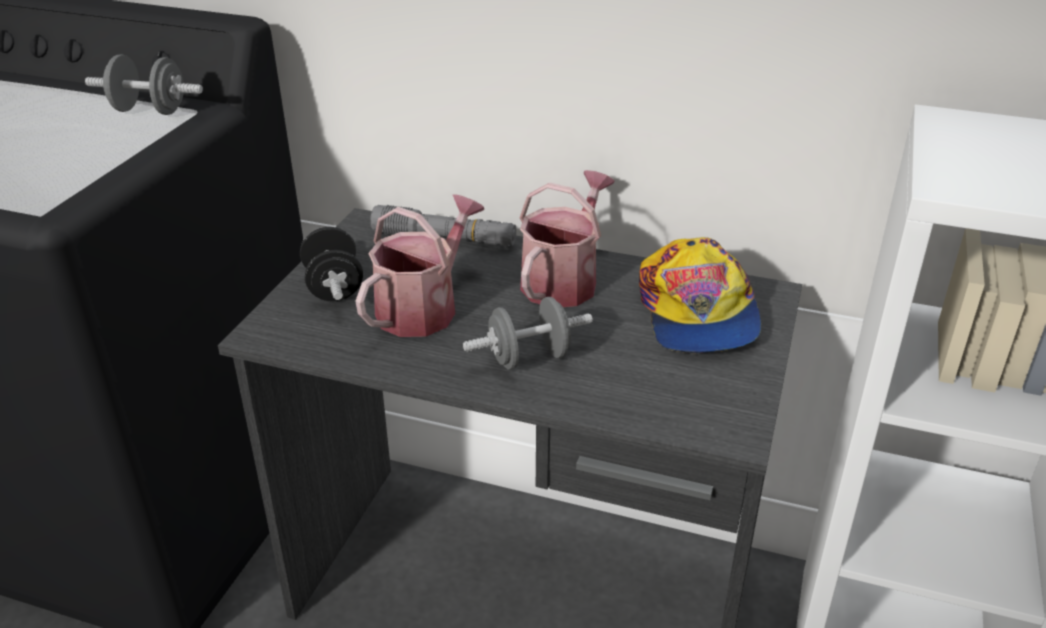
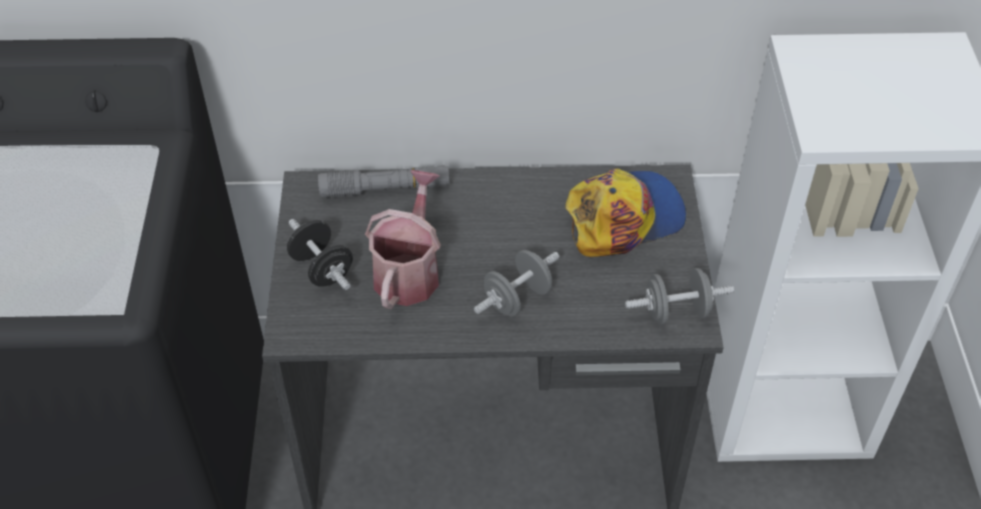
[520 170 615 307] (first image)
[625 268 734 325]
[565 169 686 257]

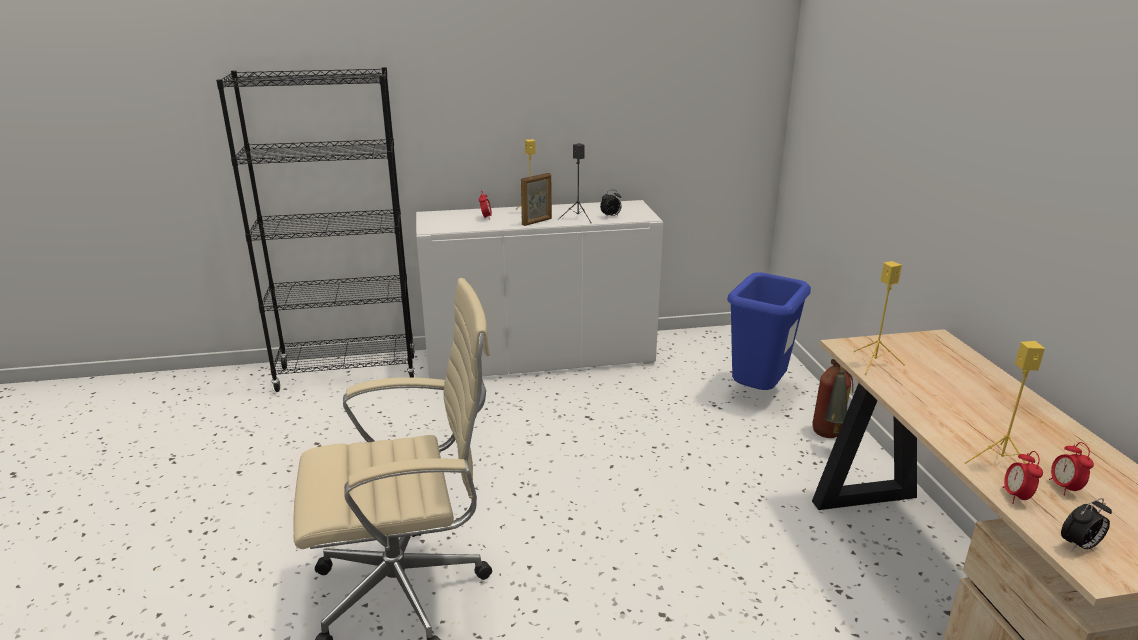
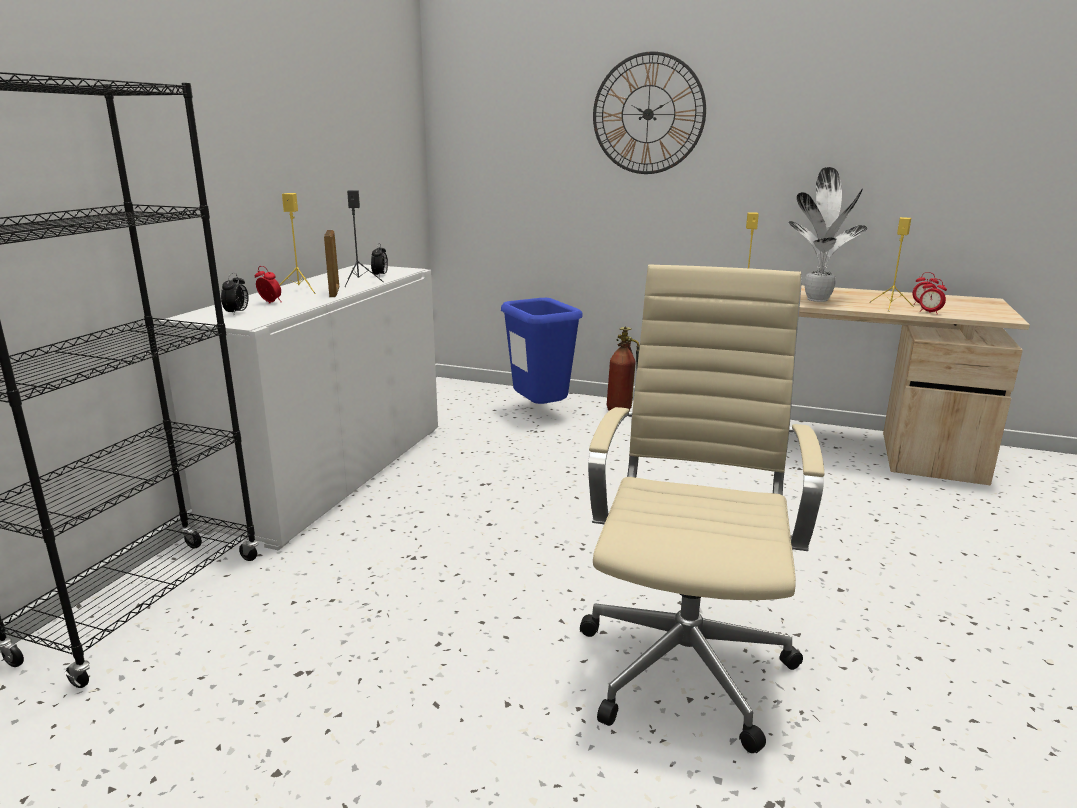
[593 51 706 174]
[788 167 868 302]
[221 273 248 314]

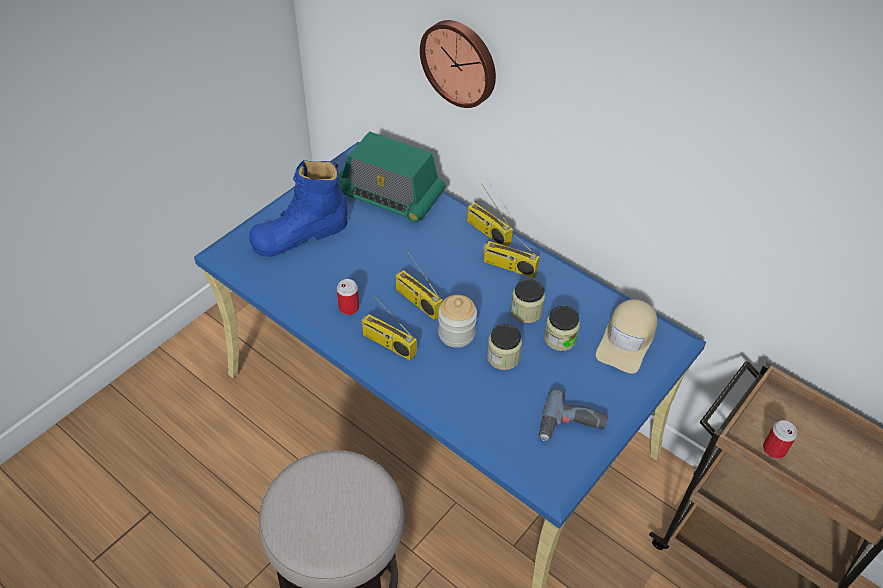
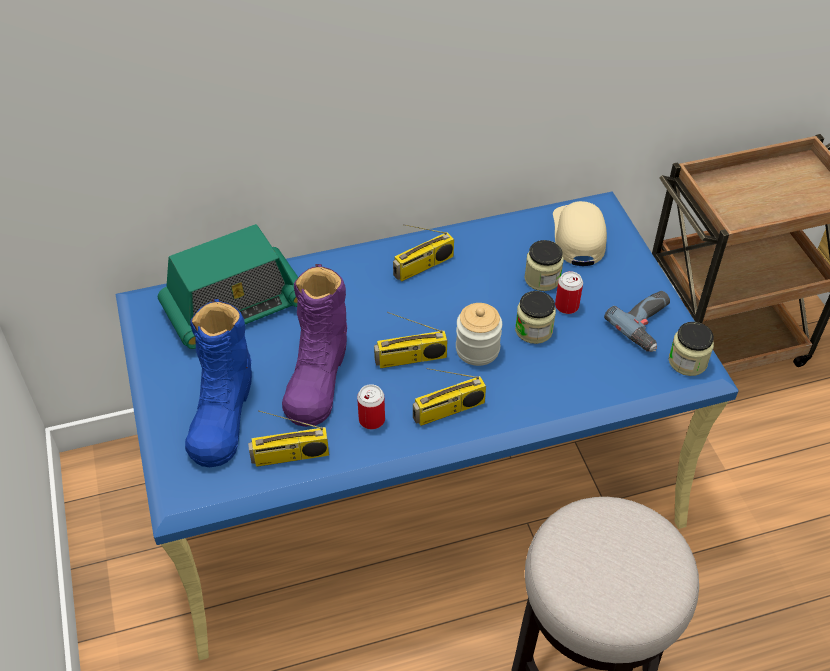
[420 20 496 108] (first image)
[282 264 347 427]
[248 410 329 467]
[668 322 714 376]
[555 271 583 314]
[553 201 607 266]

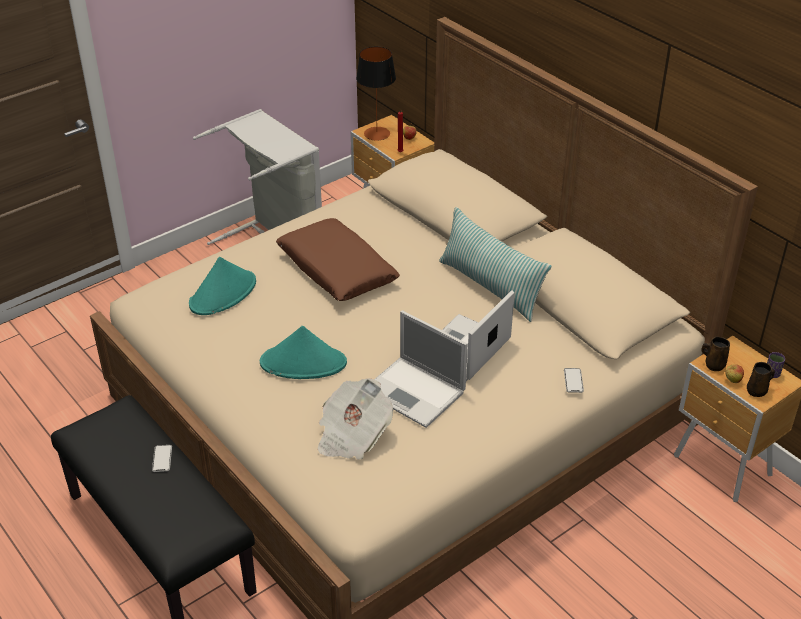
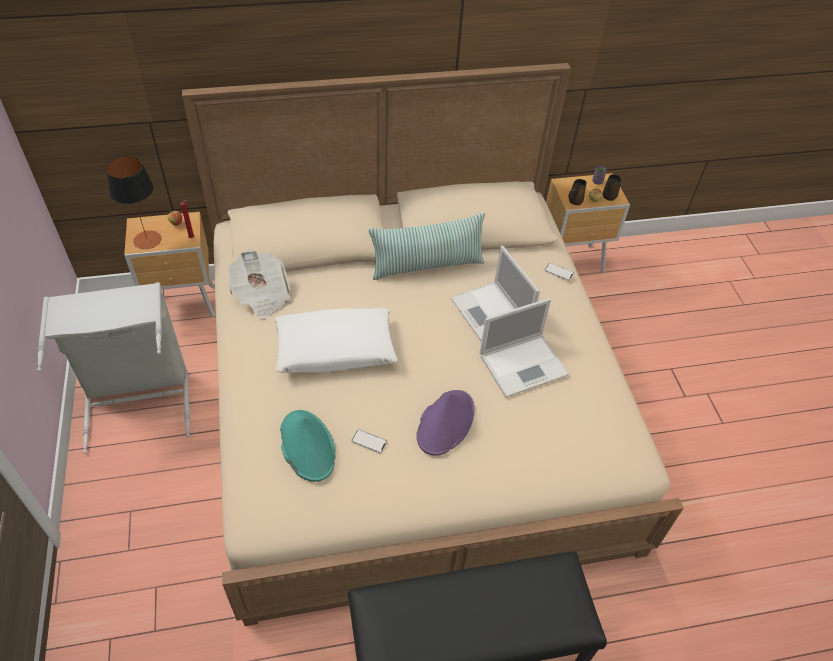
[351 429 387 453]
[228 249 291 319]
[416 390 475 456]
[275 308 398 373]

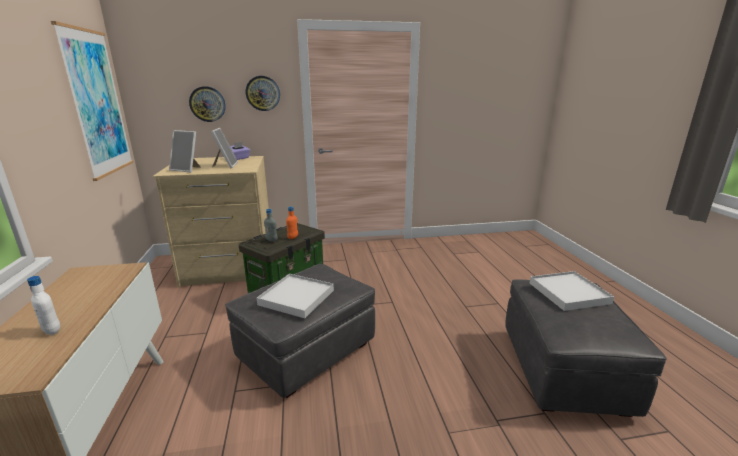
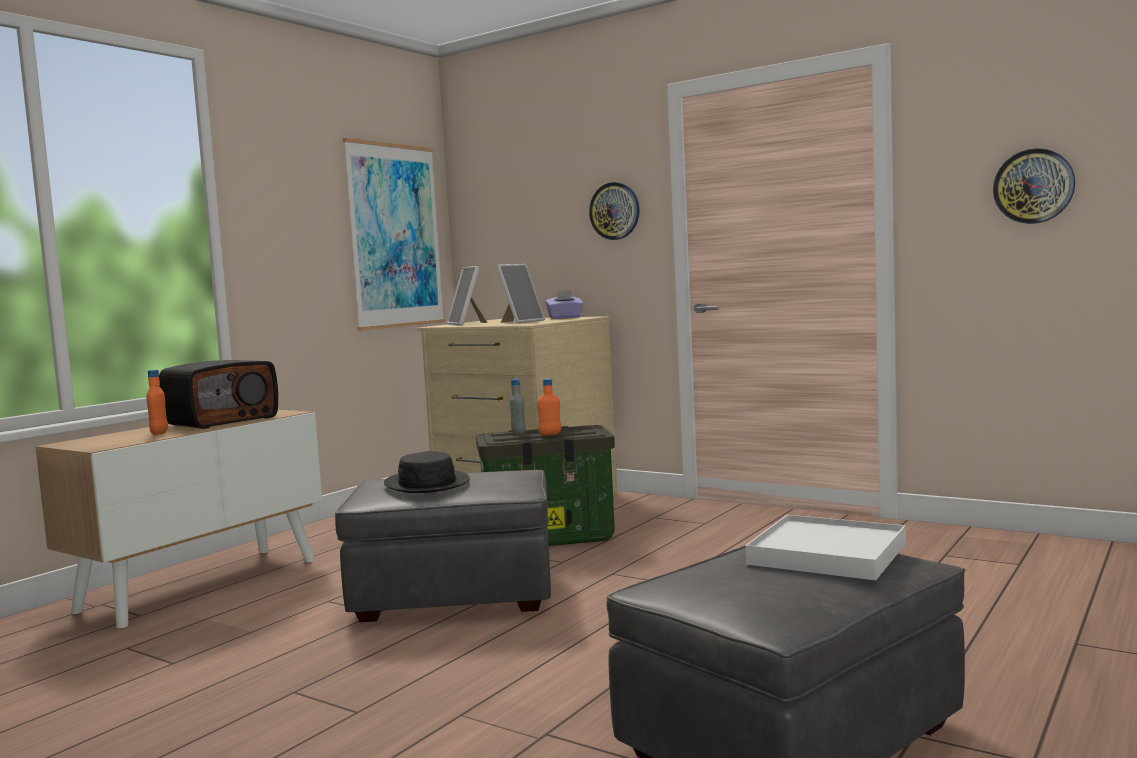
[159 360 278 429]
[993 148 1075 224]
[384 451 470 493]
[146 370 168 435]

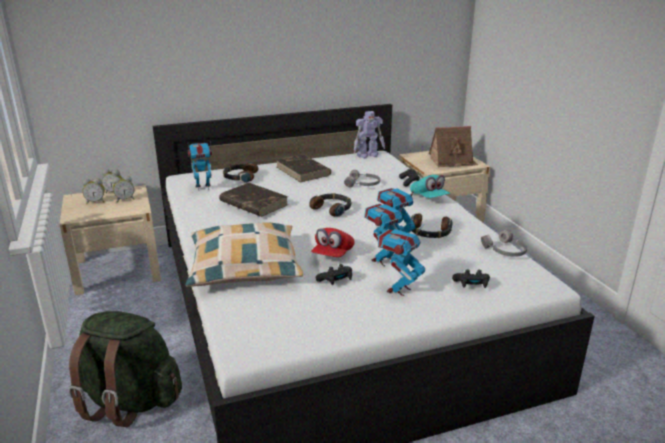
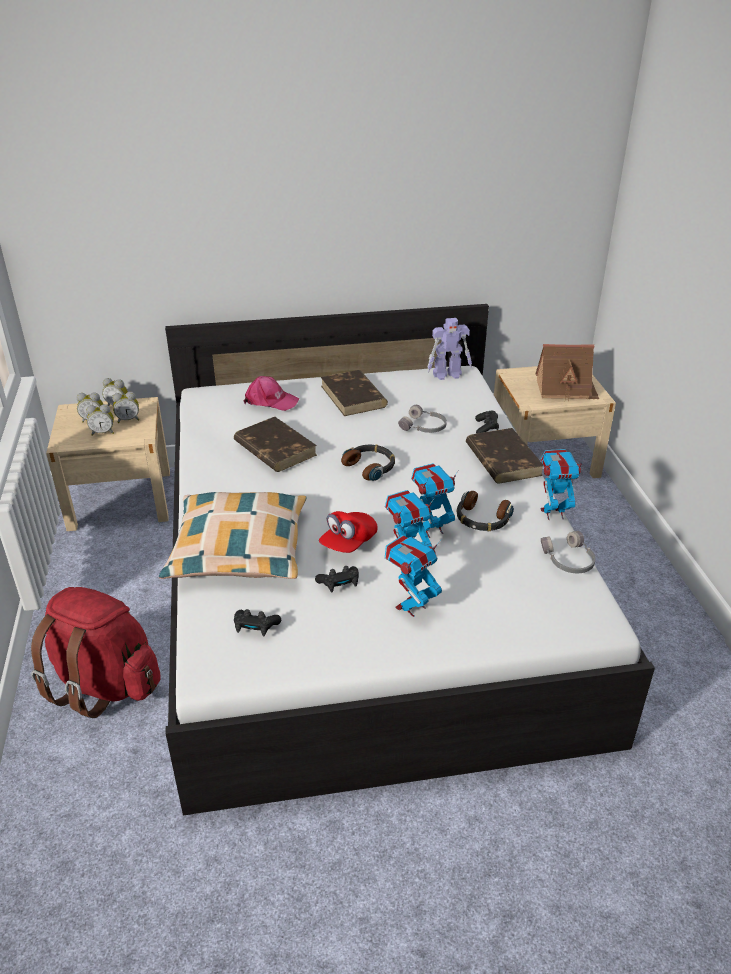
[86 404 114 436]
[541 449 585 520]
[234 609 281 636]
[244 376 299 411]
[466 428 543 483]
[31 587 161 718]

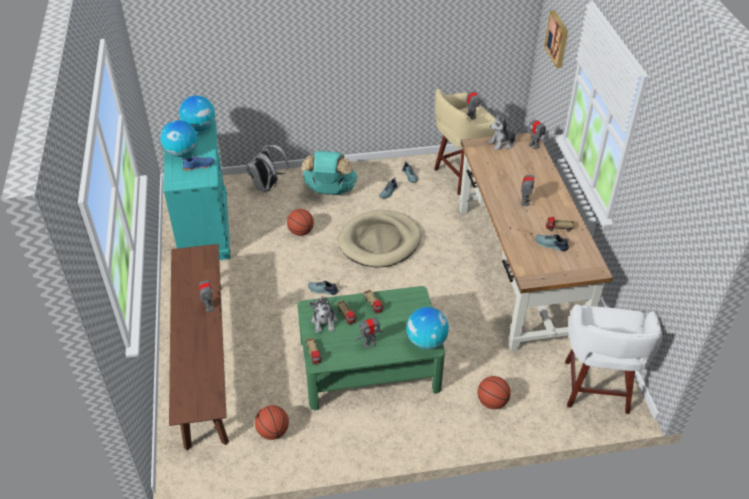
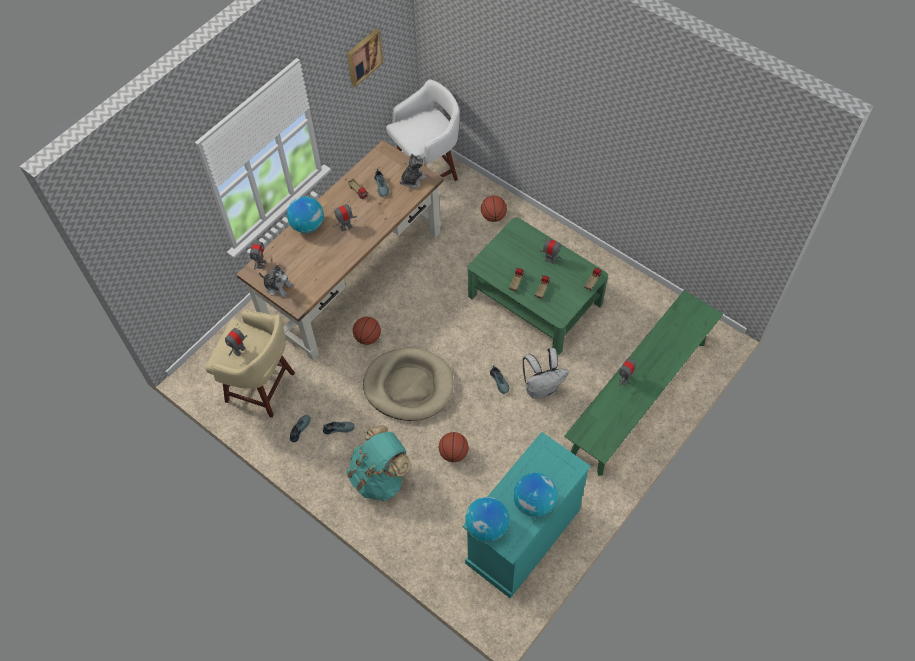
[182 155 214 171] (first image)
[523 348 569 399]
[353 317 381 345]
[400 154 427 188]
[287 196 324 233]
[347 29 383 87]
[564 290 723 476]

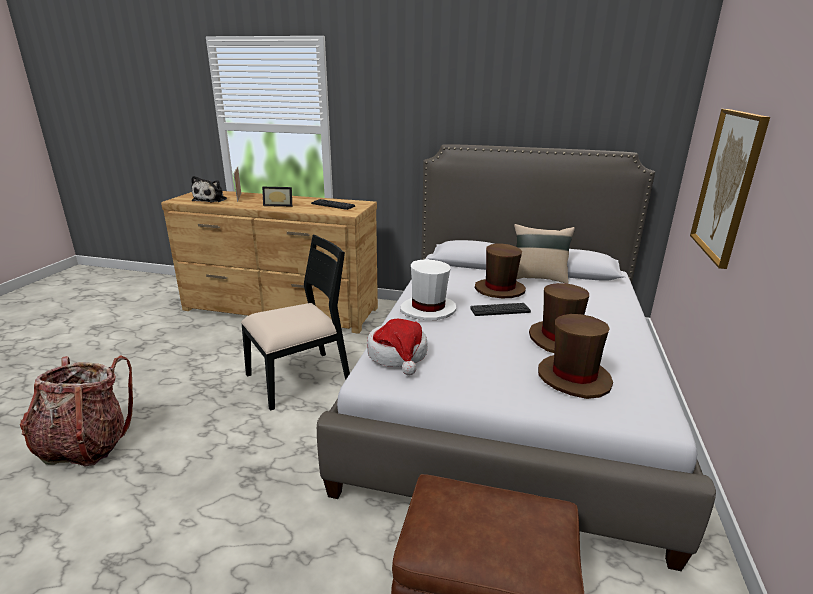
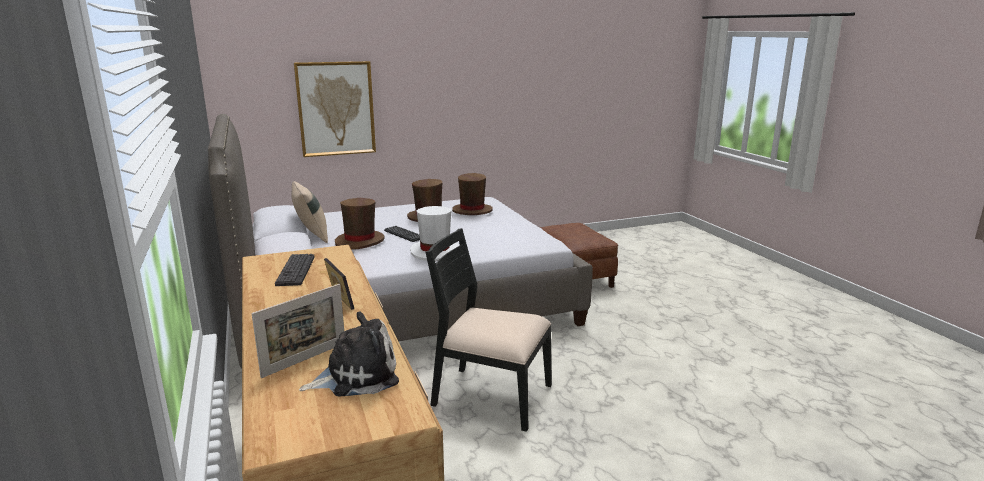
[20 355 133 467] (first image)
[367 319 428 375] (first image)

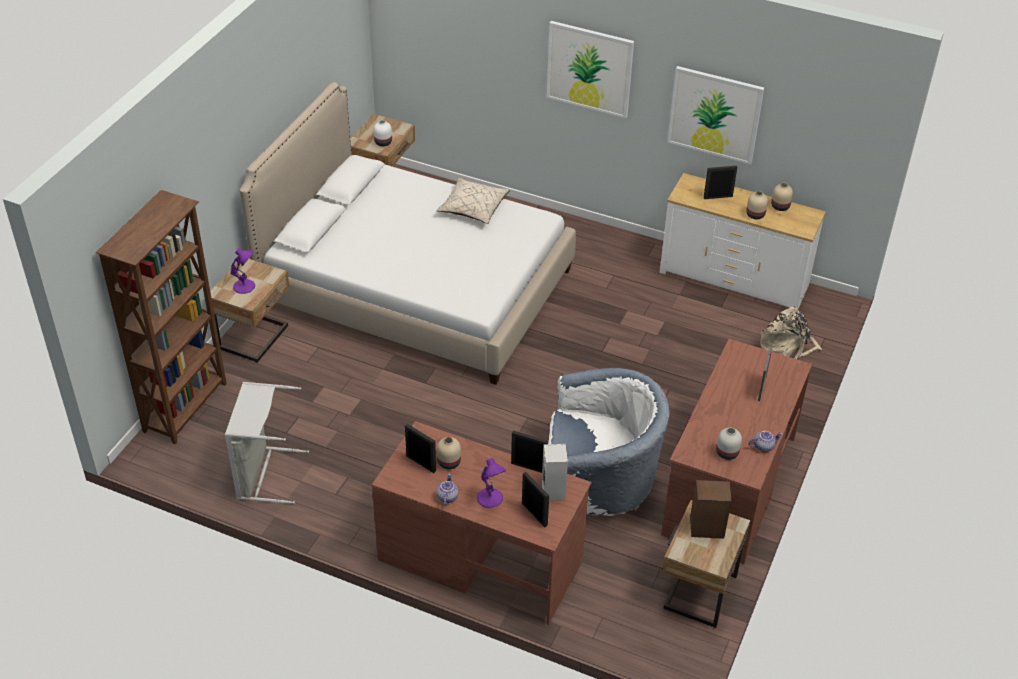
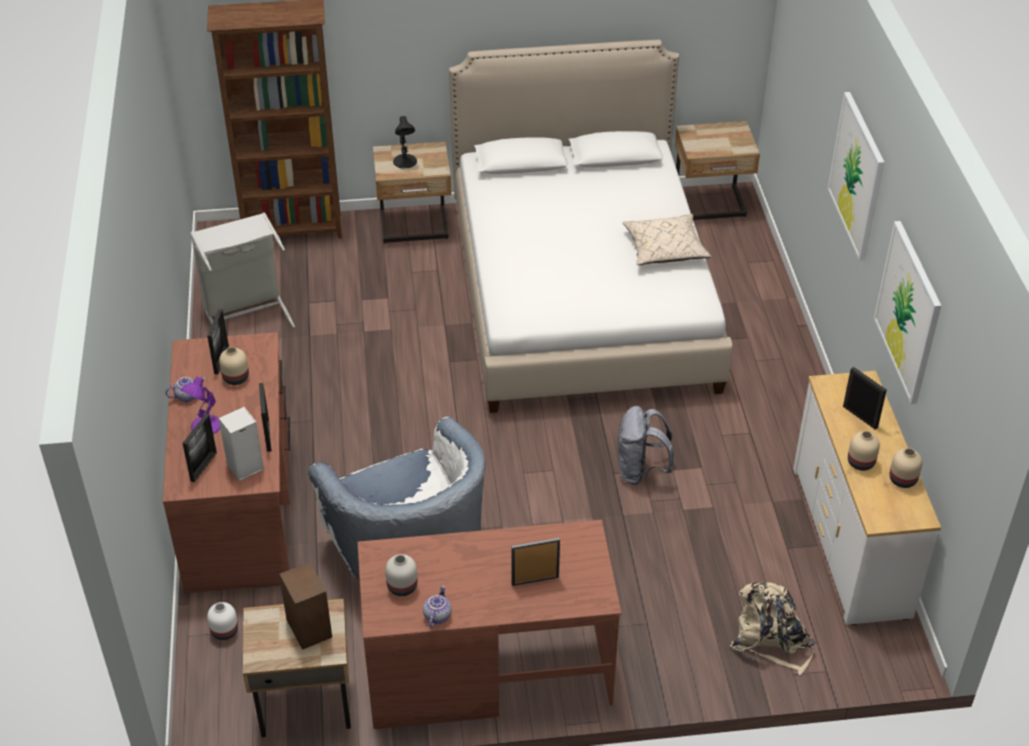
[618 406 674 485]
[207 602 238 640]
[393 116 417 169]
[423 585 451 628]

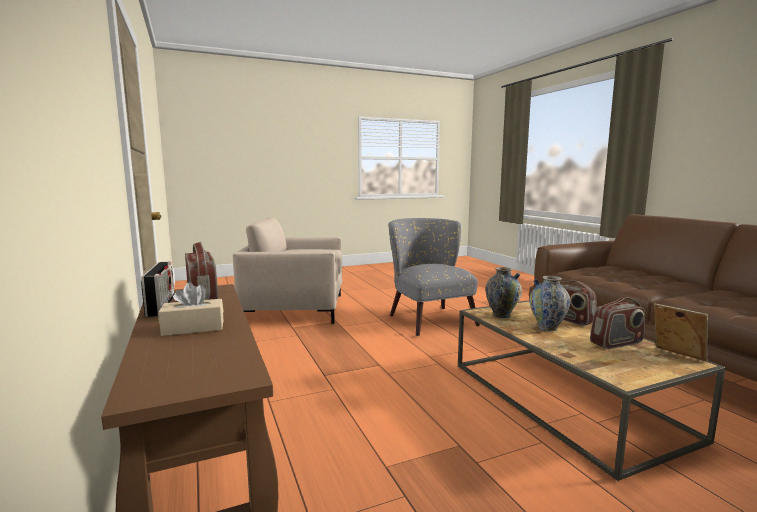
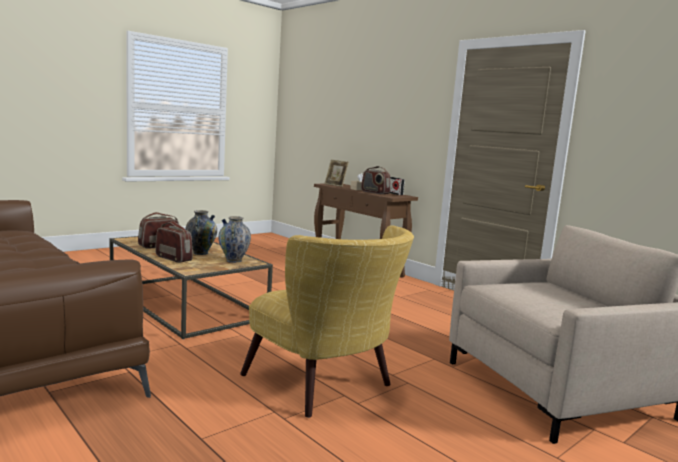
[324 159 349 187]
[240 225 414 418]

